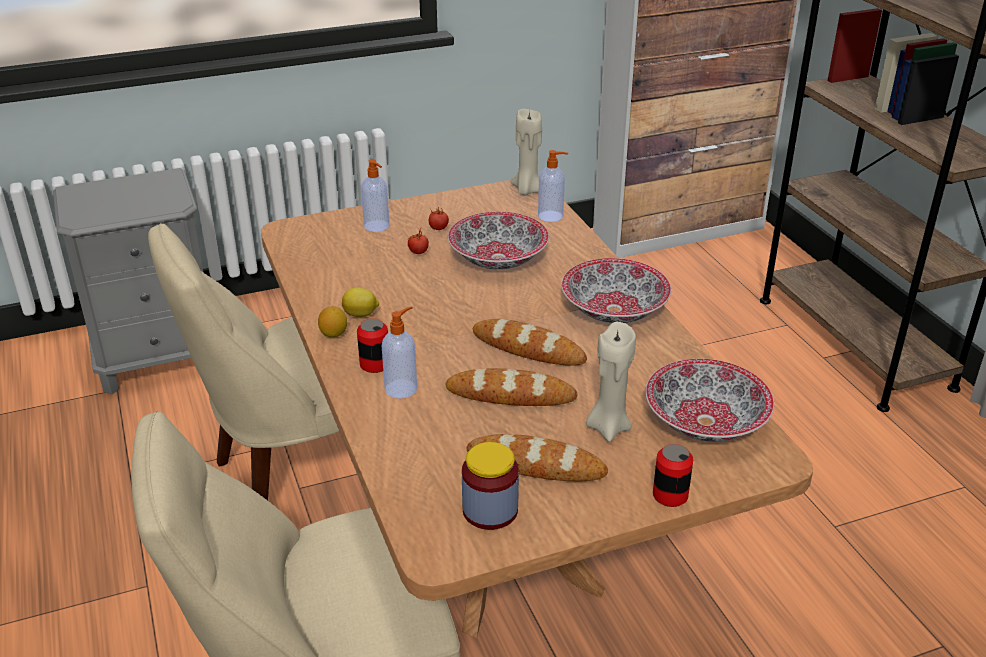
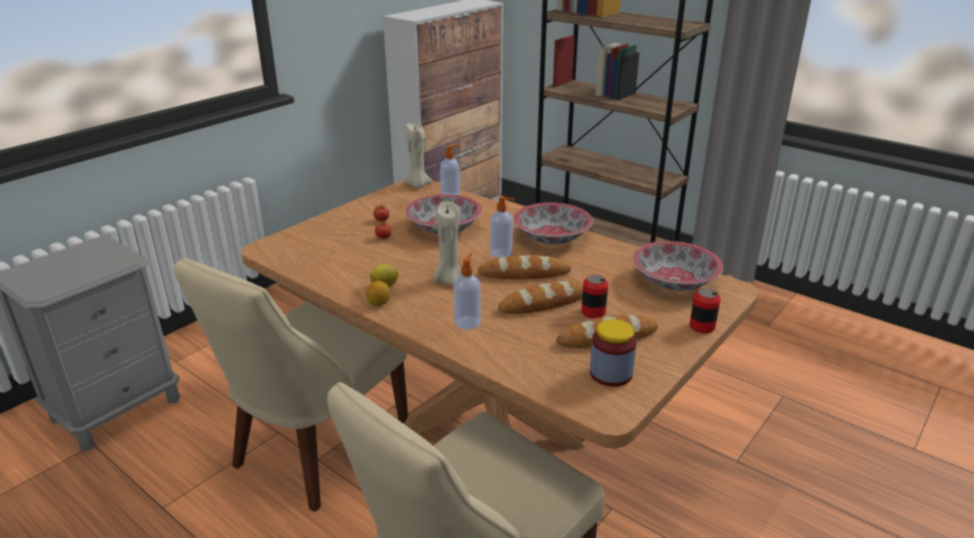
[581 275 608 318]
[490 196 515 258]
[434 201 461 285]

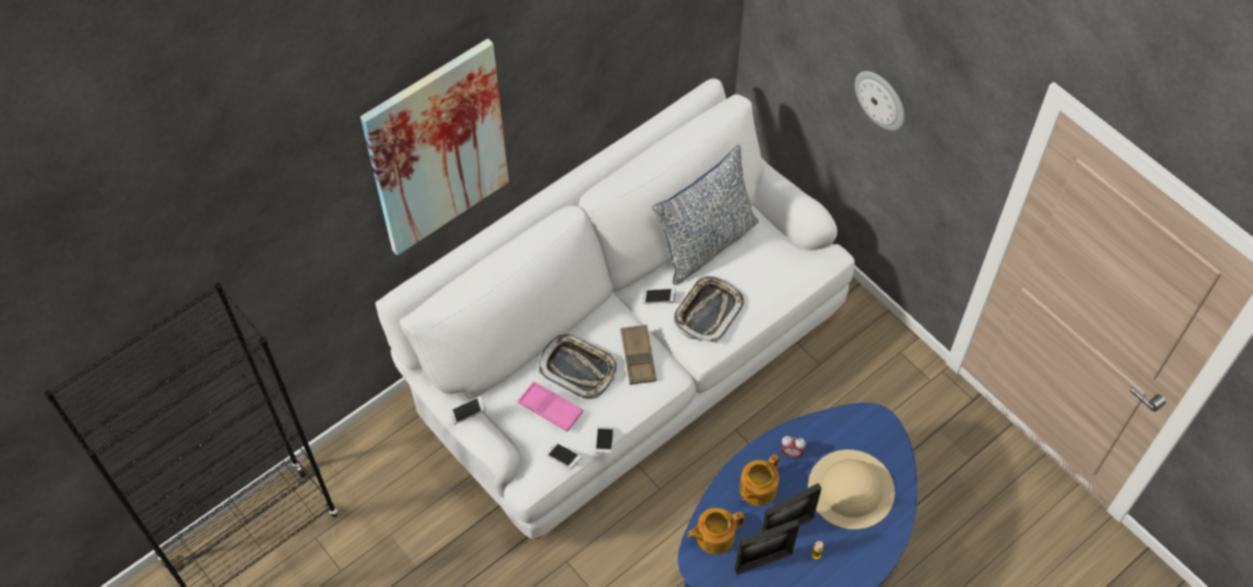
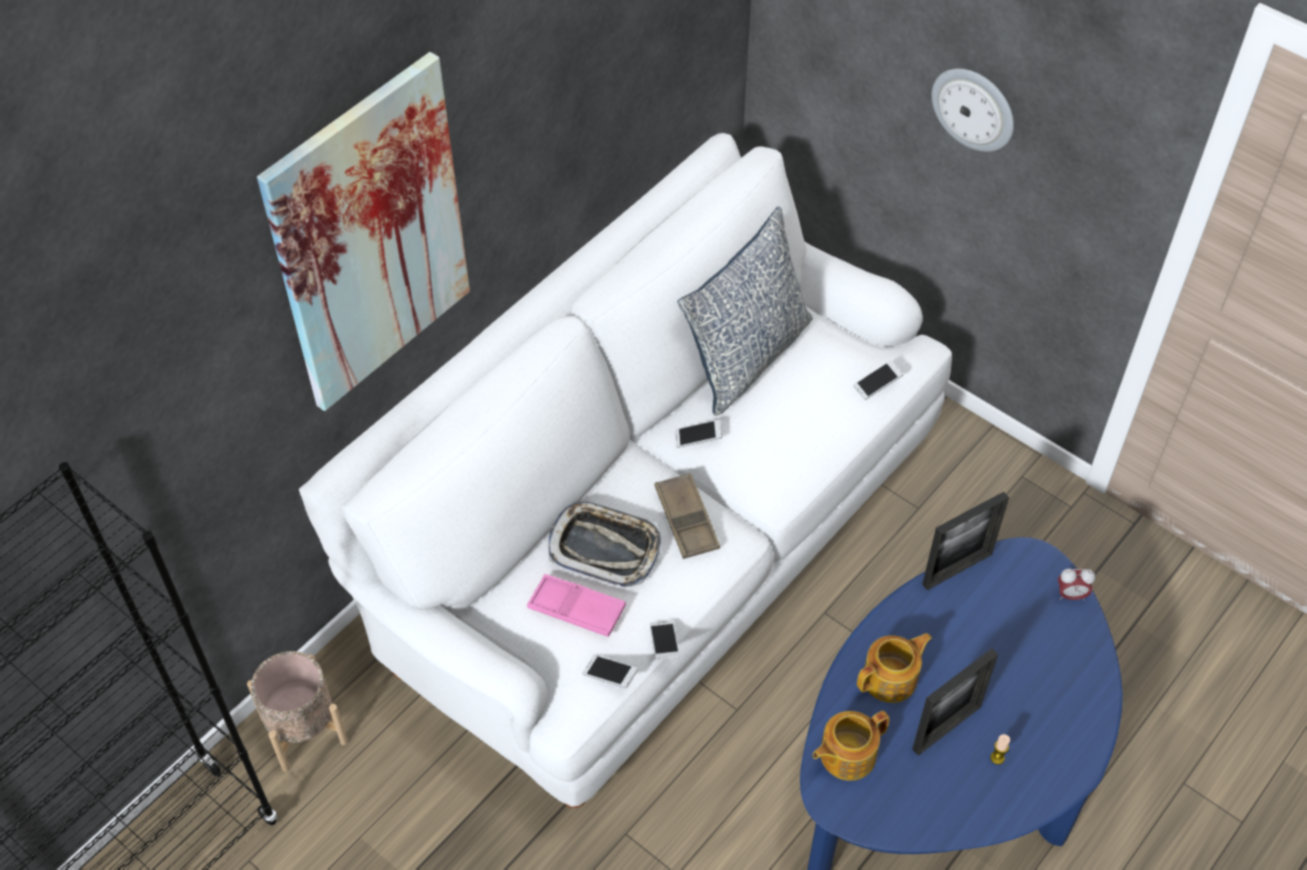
[674 276 744 343] (first image)
[808 450 895 530] (first image)
[247 651 348 771]
[853 360 903 400]
[922 492 1009 590]
[1058 569 1095 601]
[857 633 932 703]

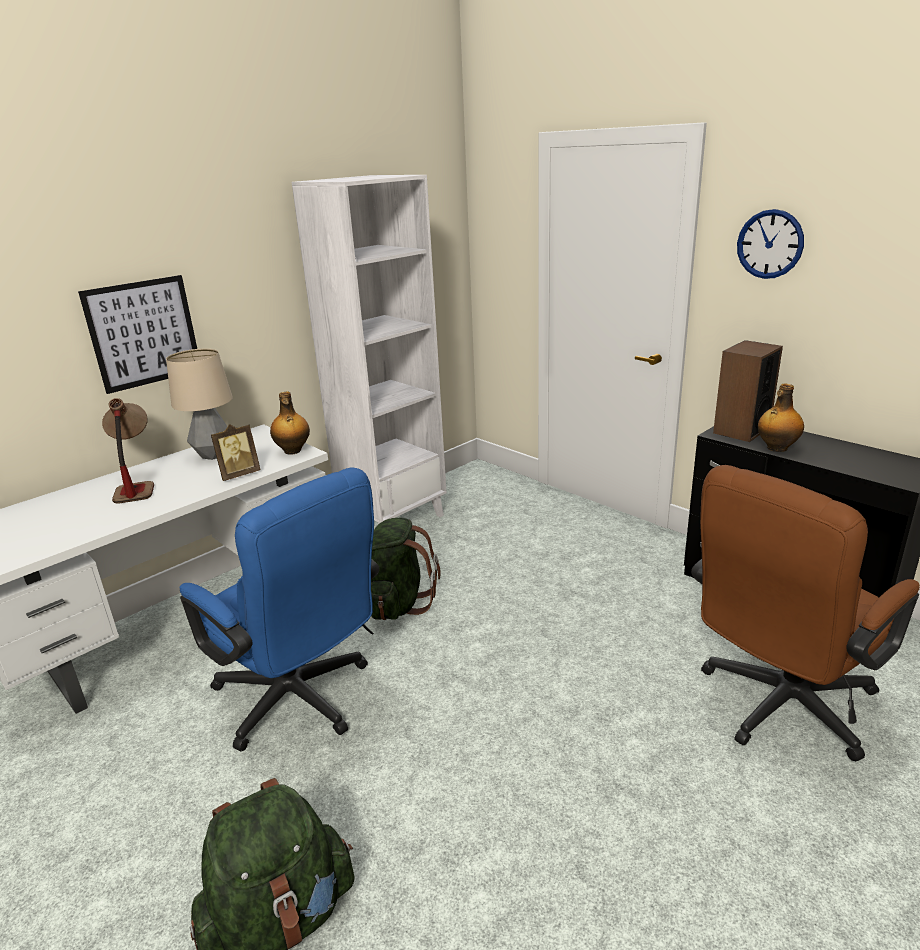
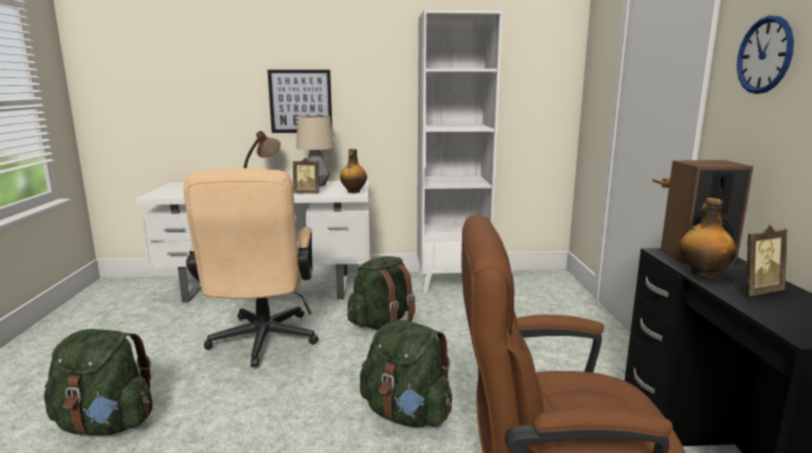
[360 319 452 427]
[731 225 787 296]
[184 168 318 367]

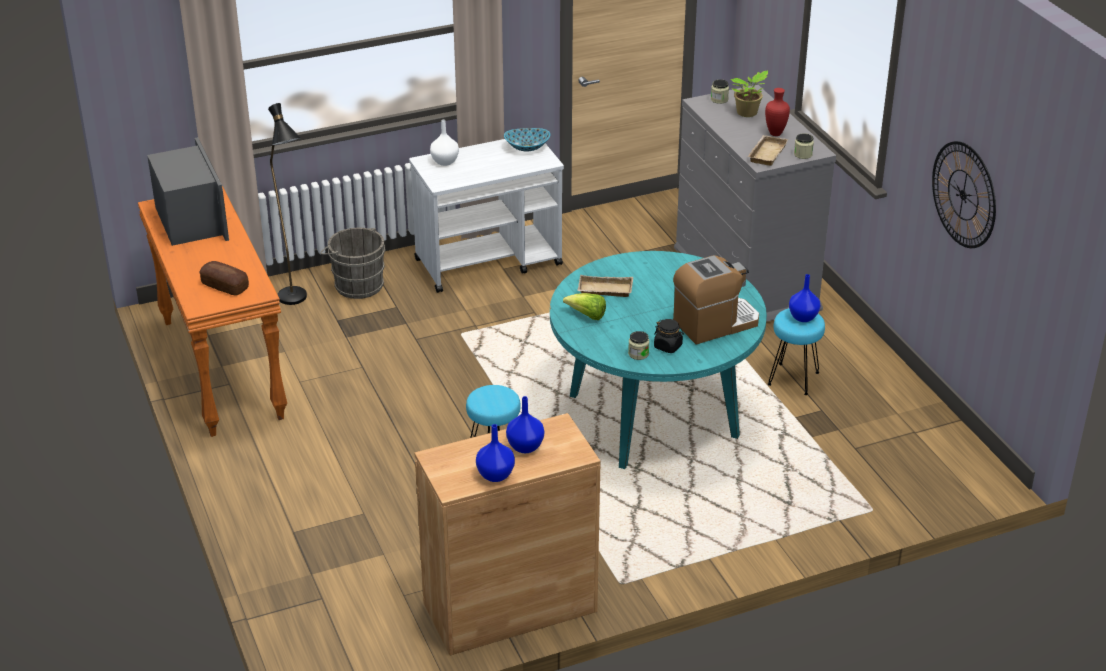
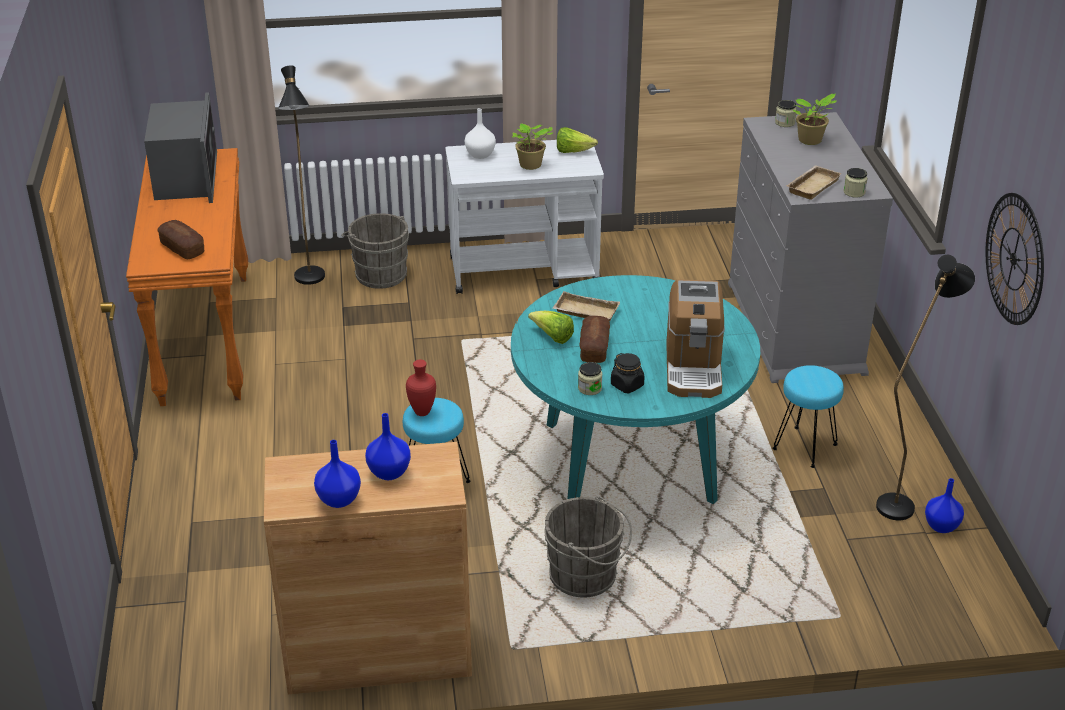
[512 123 553 170]
[545 496 632 598]
[579 316 610 363]
[876 255 975 520]
[406 360 436 416]
[925 478 964 533]
[557 127 598 153]
[666 279 725 398]

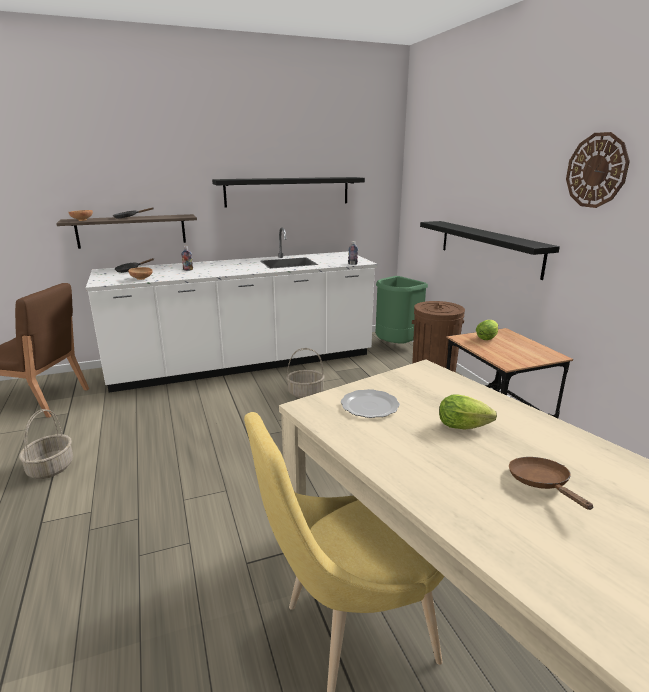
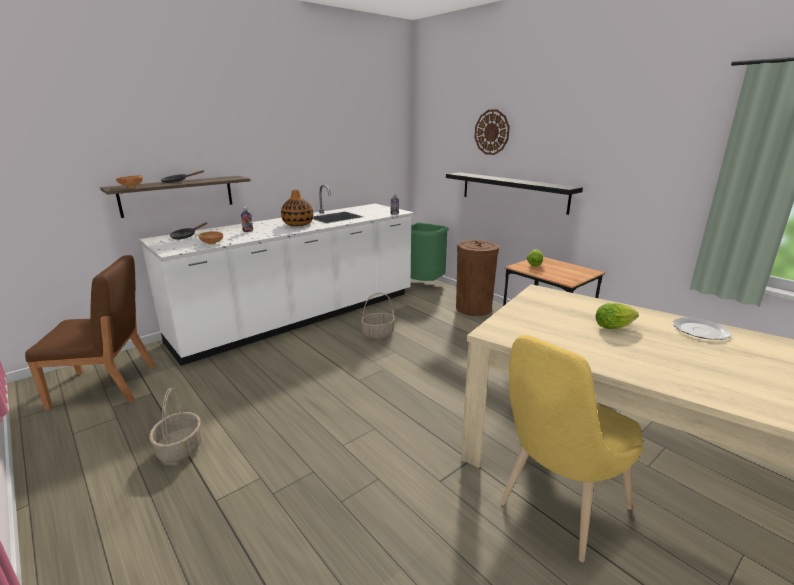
[212 177 365 208] (first image)
[509 457 593 510] (first image)
[281 190 313 226]
[673 317 732 340]
[475 110 510 155]

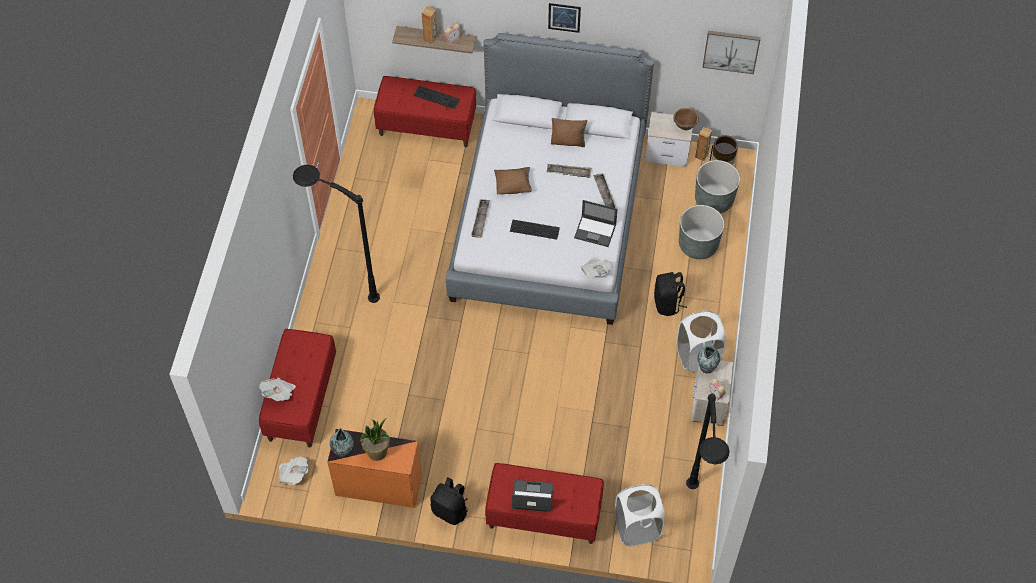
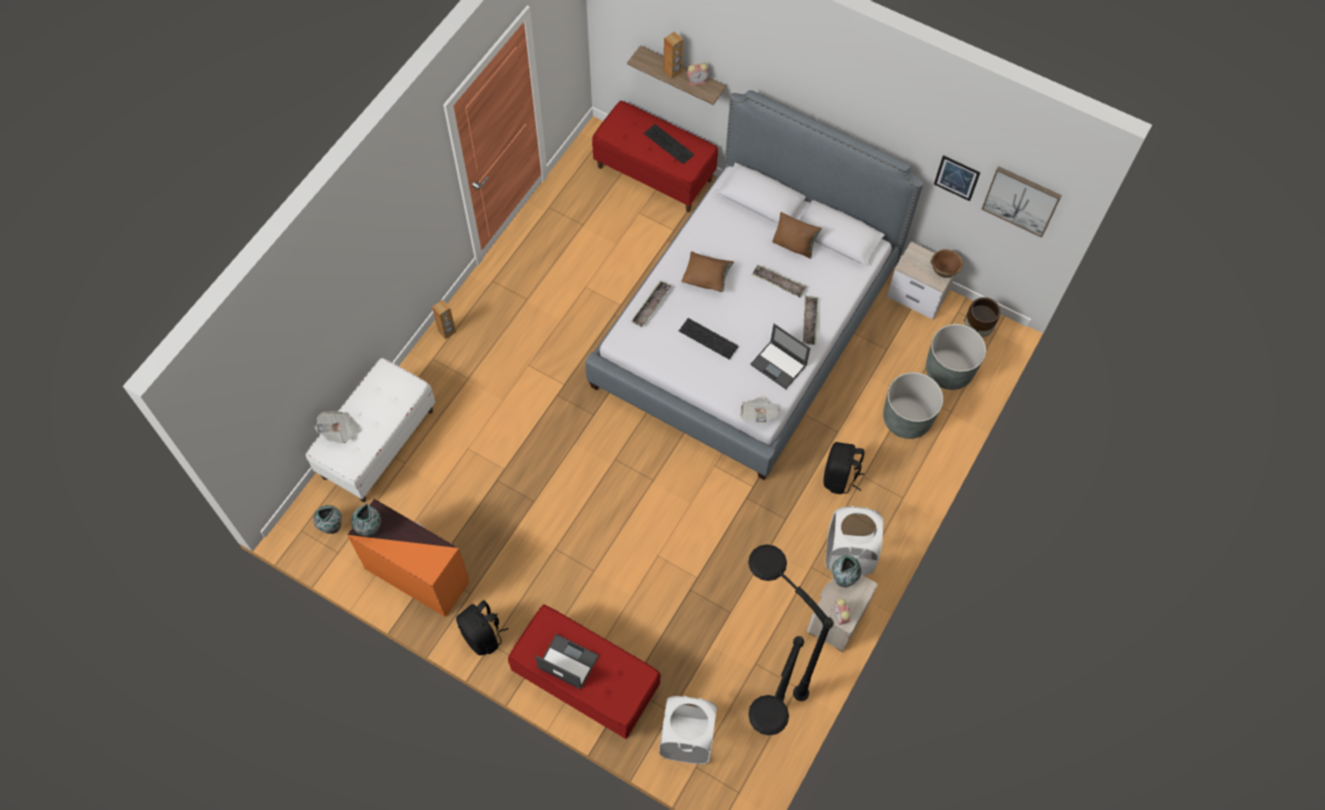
[360 418 390 461] (first image)
[748 544 834 701]
[934 155 981 201]
[432 300 456 339]
[313 505 342 534]
[306 358 435 502]

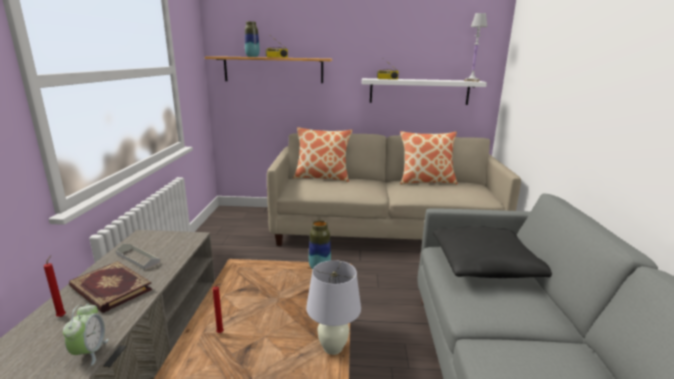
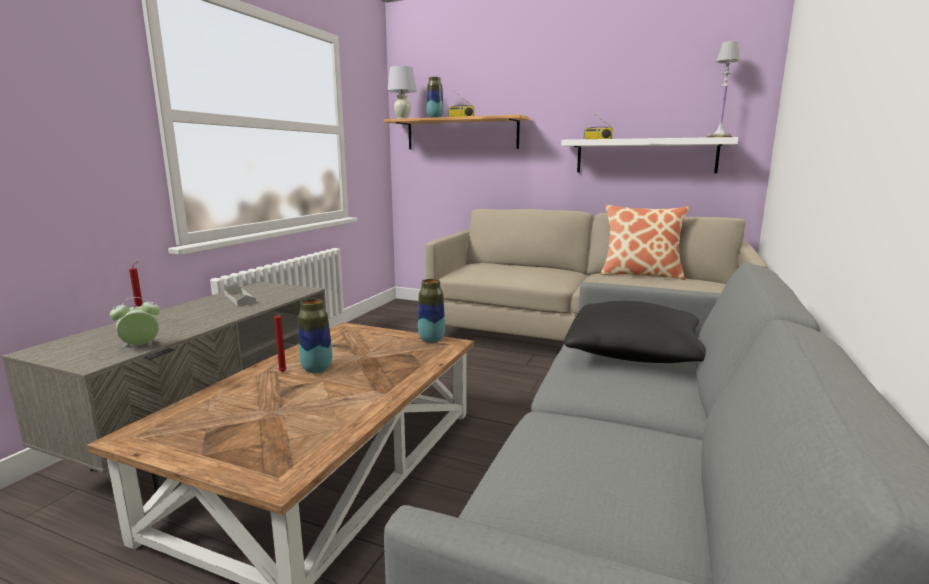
[69 261 153 313] (first image)
[293 127 353 182] (first image)
[298 299 332 373]
[388 66 417 119]
[110 297 161 348]

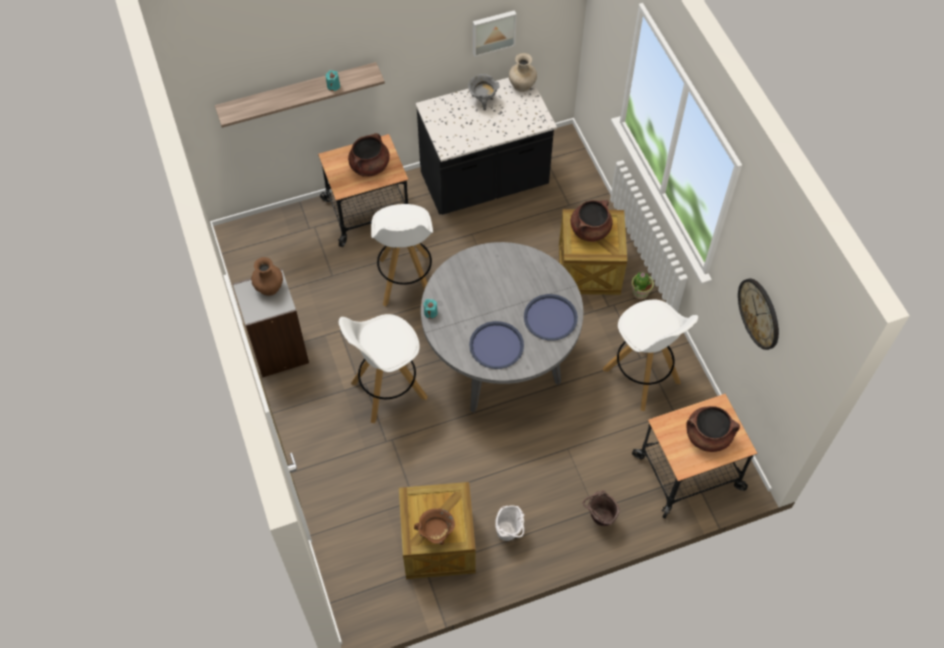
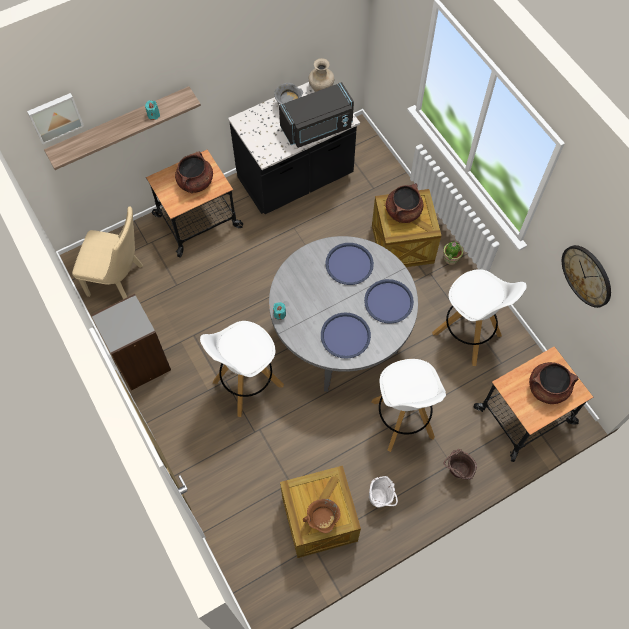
[251 257 283 296] (first image)
[72 206 143 299]
[279 82 354 148]
[325 243 374 285]
[372 359 446 452]
[27 93 84 144]

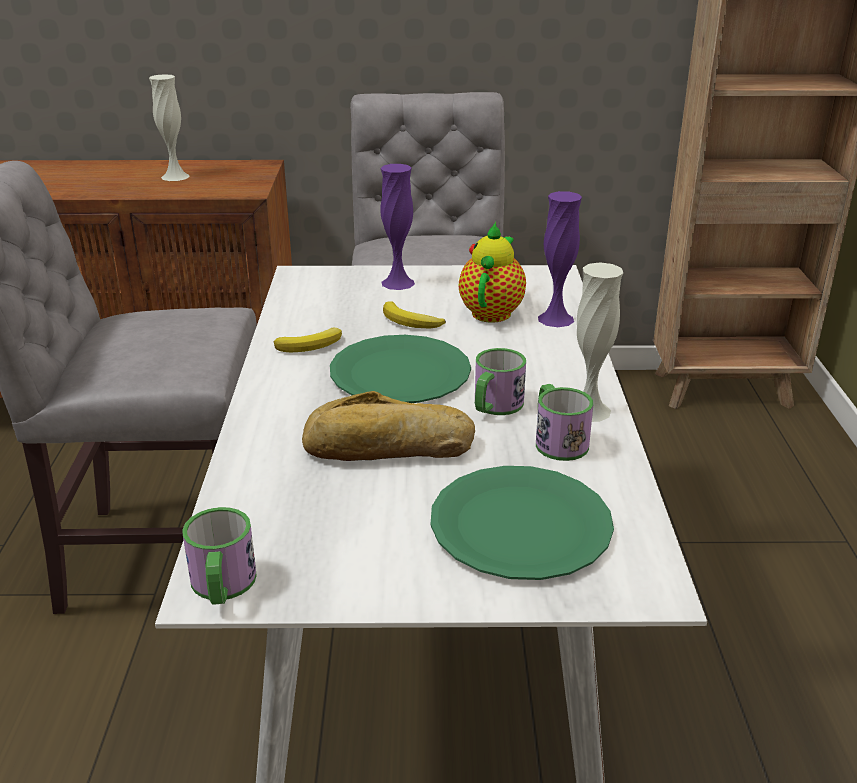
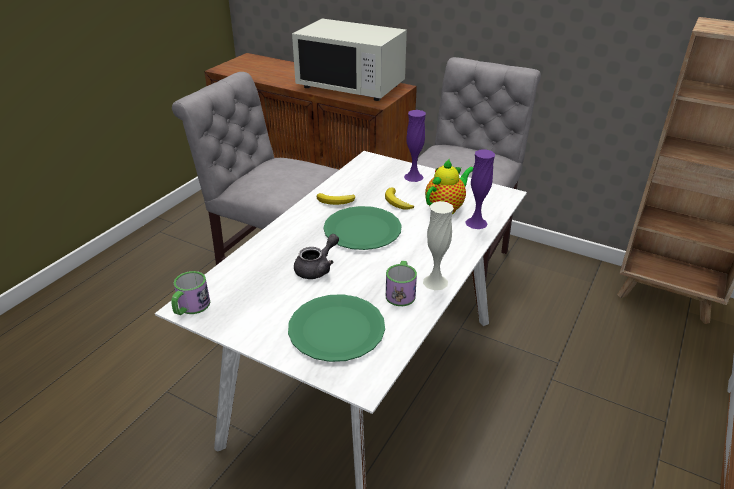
[475 348 526 415] (first image)
[292 19 407 101]
[294 234 339 279]

